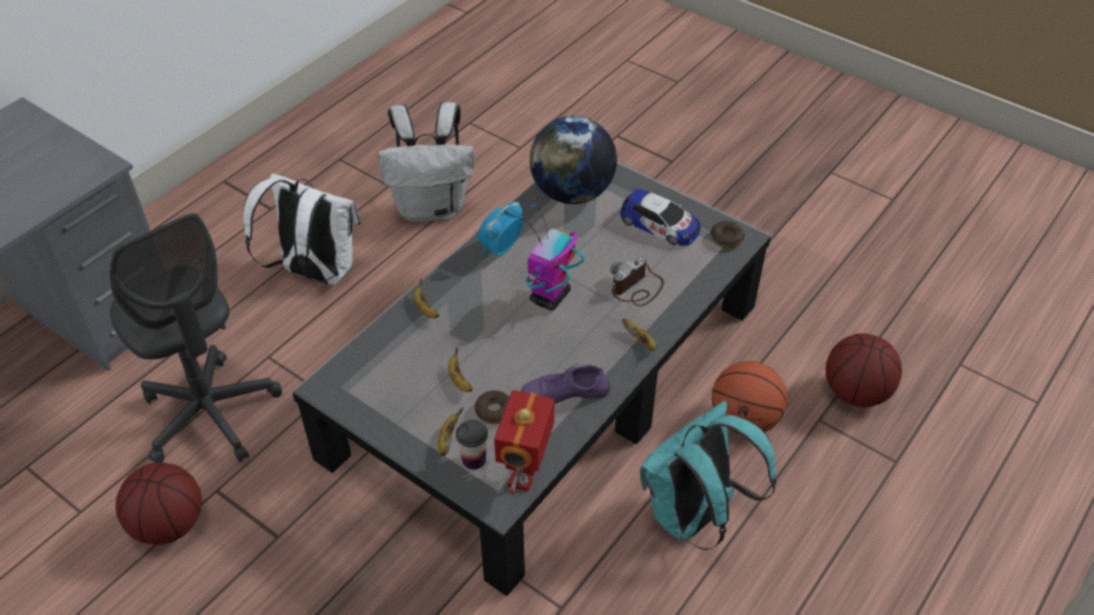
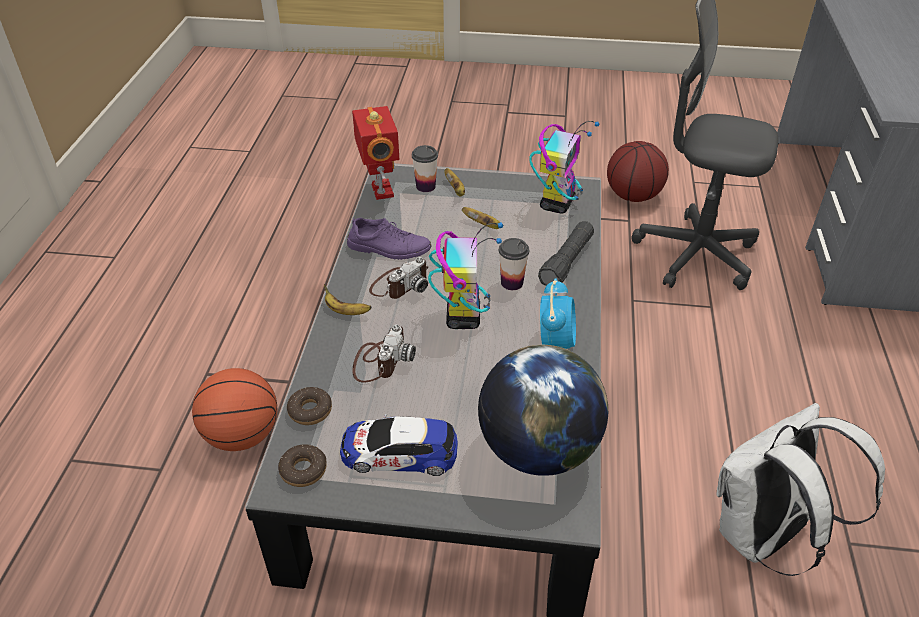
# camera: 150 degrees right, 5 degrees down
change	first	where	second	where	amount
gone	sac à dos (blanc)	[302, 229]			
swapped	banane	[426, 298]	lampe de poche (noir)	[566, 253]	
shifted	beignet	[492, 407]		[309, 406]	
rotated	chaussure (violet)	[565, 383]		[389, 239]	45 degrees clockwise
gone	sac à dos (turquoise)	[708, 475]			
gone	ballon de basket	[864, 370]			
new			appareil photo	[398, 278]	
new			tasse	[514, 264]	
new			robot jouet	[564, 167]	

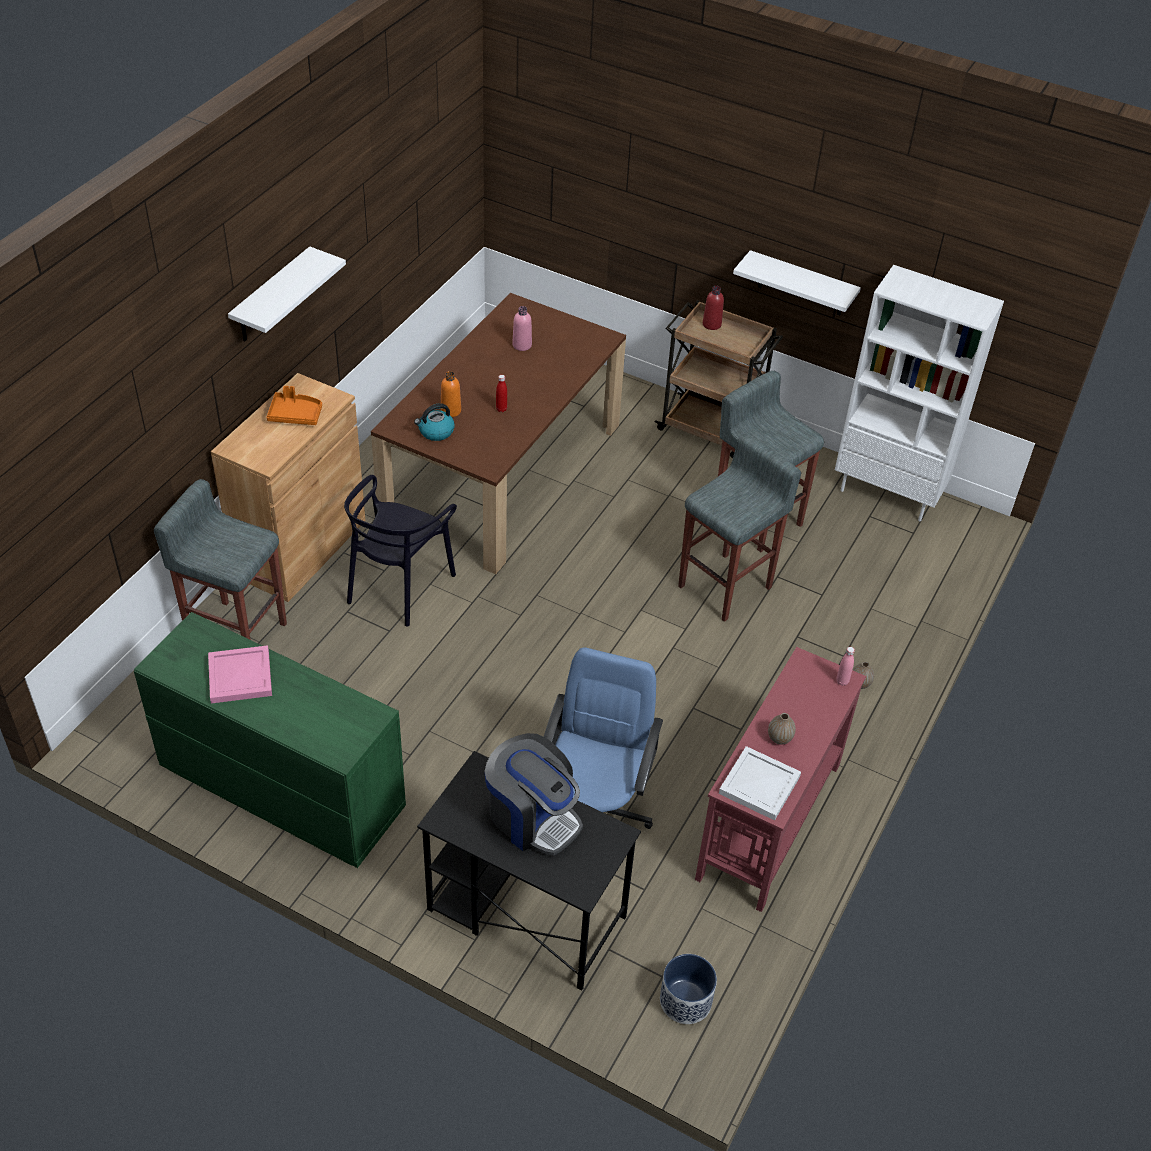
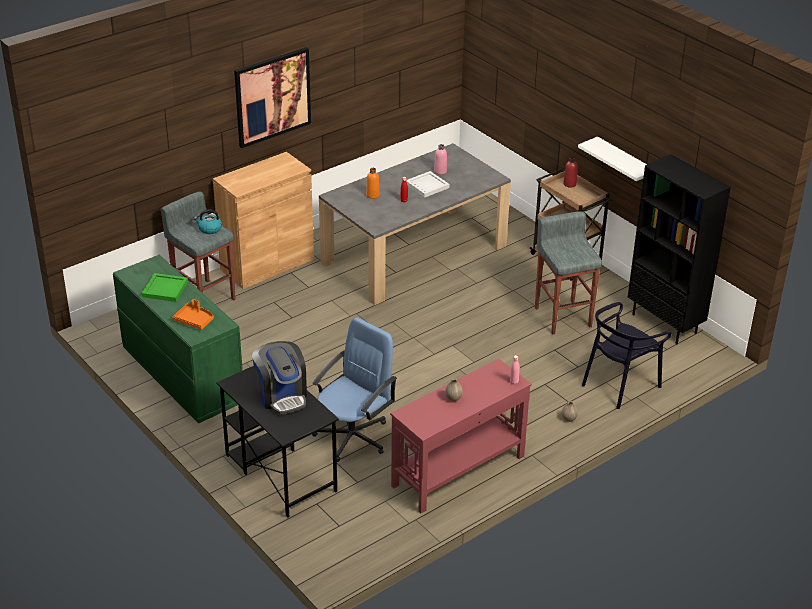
# camera: 25 degrees right, 10 degrees down
change	first	where	second	where	amount
repainted	plateau (rose)	[240, 674]	plateau (vert)	[165, 287]	
swapped	étagère (blanc)	[287, 293]	tableau	[272, 97]	
shifted	plateau (orange)	[294, 405]		[193, 314]	
shifted	chaise (noir)	[400, 550]		[627, 355]	
repainted	table à manger (marron)	[498, 433]	table à manger (gris)	[415, 224]	
shifted	bouilloire	[434, 422]		[208, 221]	
gone	cache-pot	[688, 989]			
gone	tabouret (gris)	[739, 528]			
shifted	plateau (blanc)	[760, 783]		[427, 184]	
repainted	bibliothèque (blanc)	[919, 393]	bibliothèque (noir)	[679, 249]	

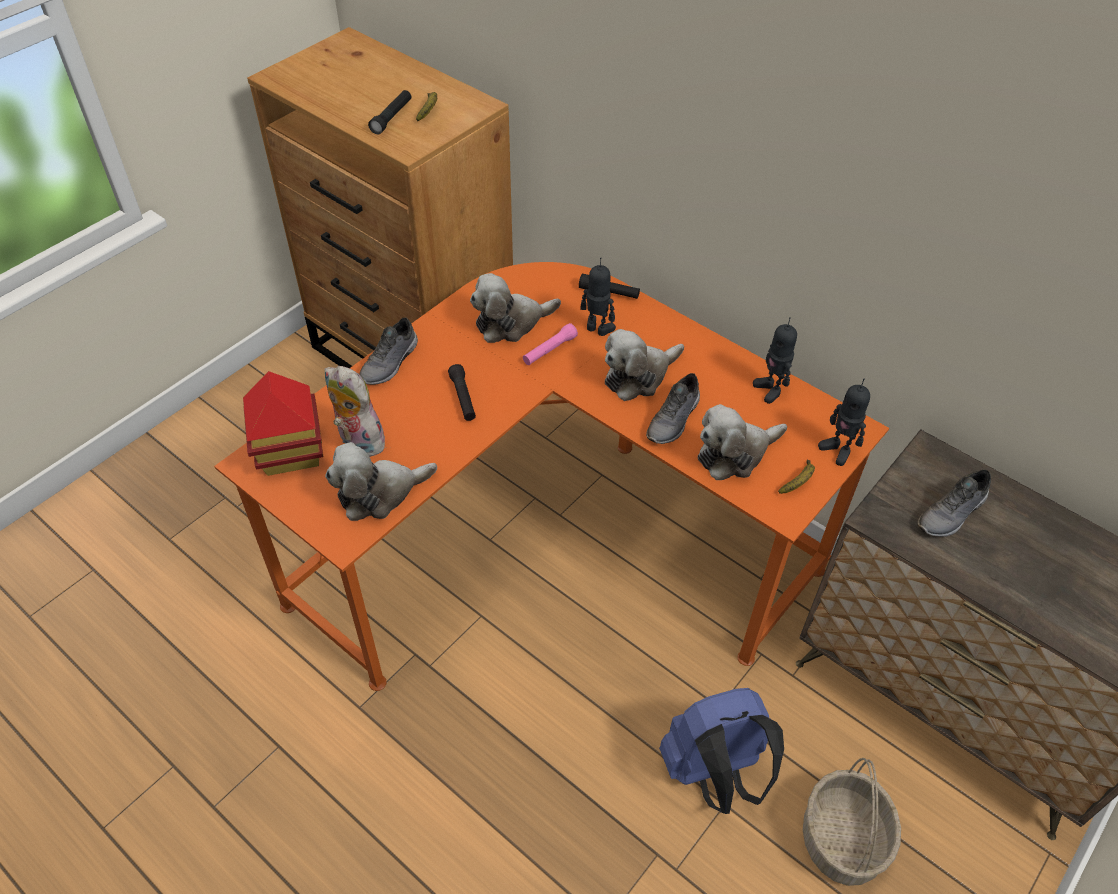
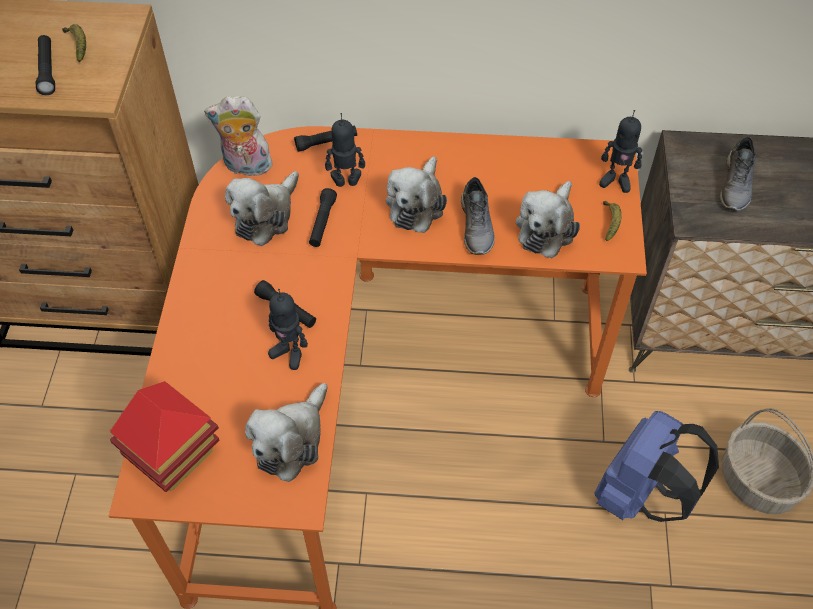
# camera: 35 degrees left, 5 degrees up
change	first	where	second	where	amount
shifted	peluche	[356, 411]		[239, 136]	
gone	chaussure (gris)	[388, 351]			
repainted	lampe de poche (rose)	[550, 344]	lampe de poche (noir)	[323, 217]	
shifted	robot jouet	[775, 360]		[288, 329]	

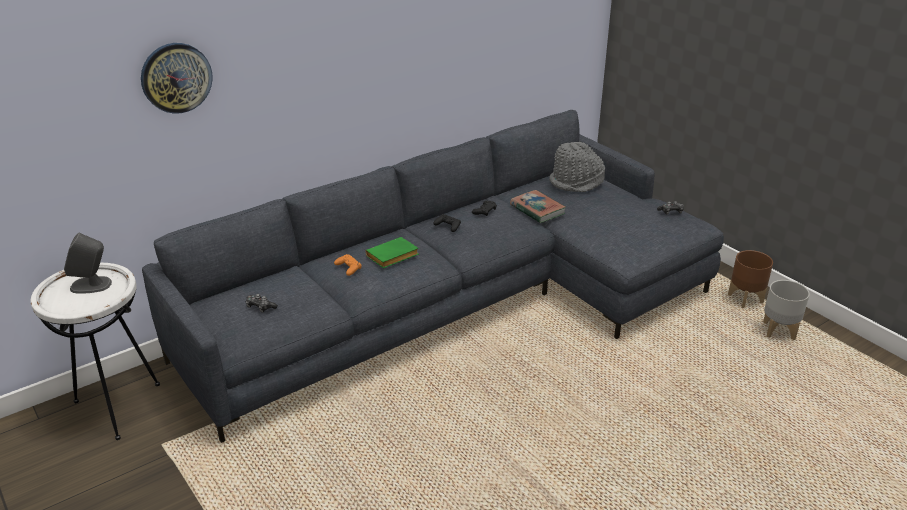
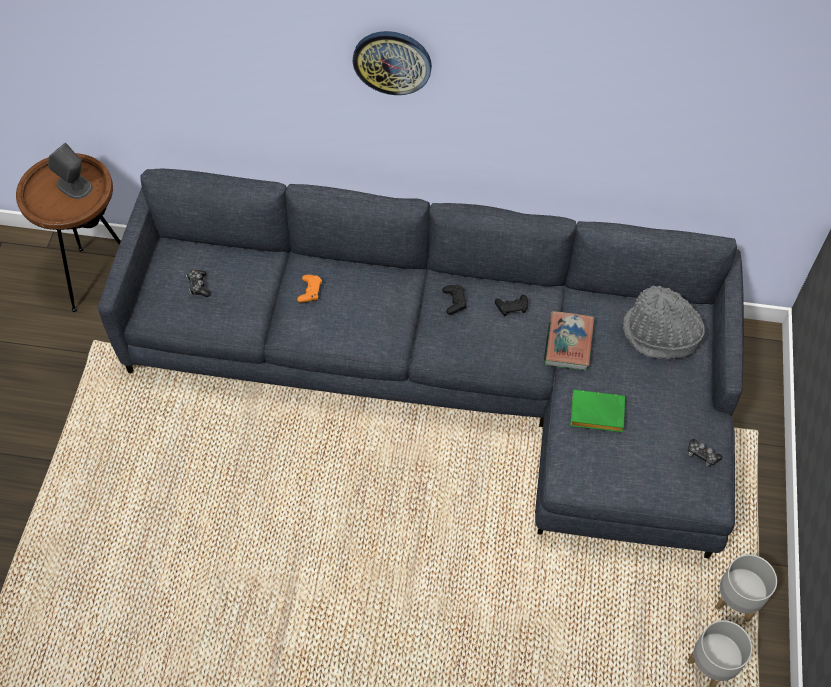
# camera: 45 degrees right, 25 degrees up
change	first	where	second	where	amount
repainted	table d'appoint (blanc)	[95, 351]	table d'appoint (marron)	[68, 232]	
shifted	horloge murale	[177, 78]		[392, 63]	
shifted	livre (vert)	[392, 252]		[597, 411]	
repainted	cache-pot (marron)	[750, 279]	cache-pot (gris)	[746, 588]	

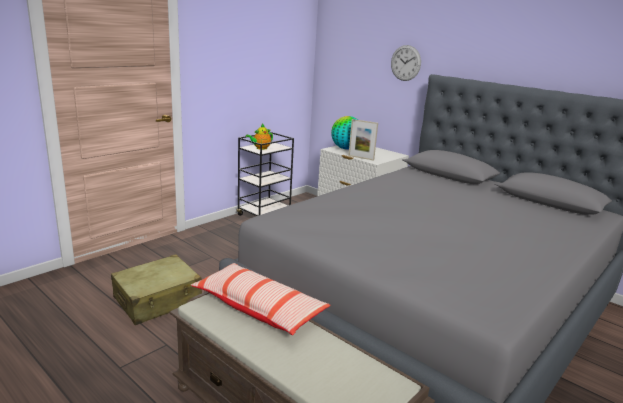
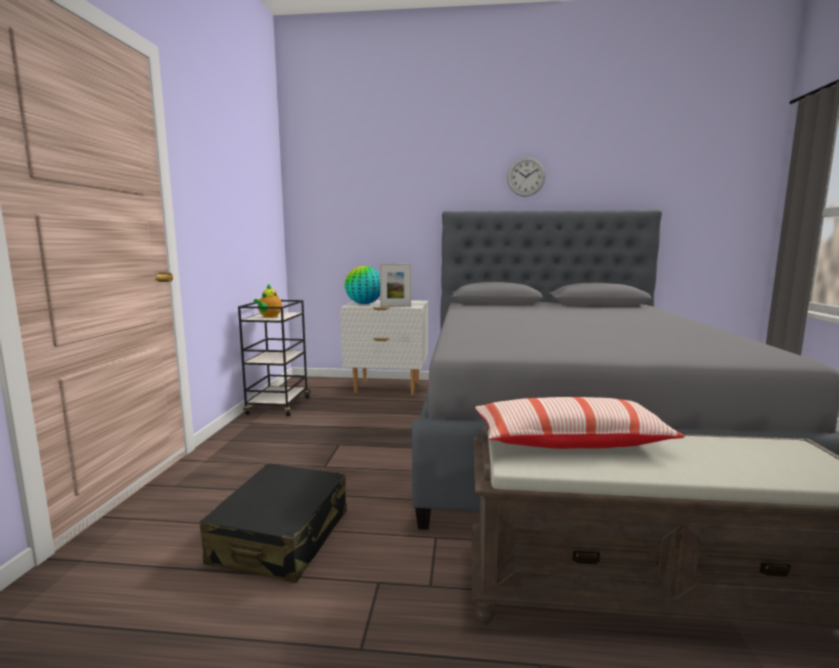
# camera: 35 degrees left, 10 degrees down
change	first	where	second	where	amount
repainted	valise (beige)	[156, 289]	valise (noir)	[273, 523]	
shifted	horloge murale	[406, 63]		[526, 177]	

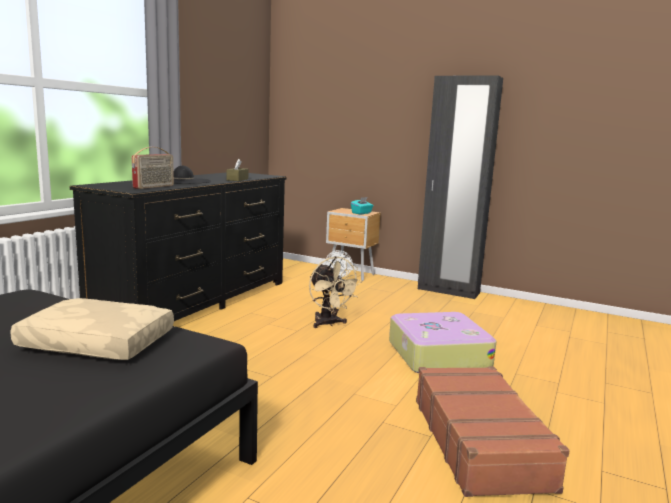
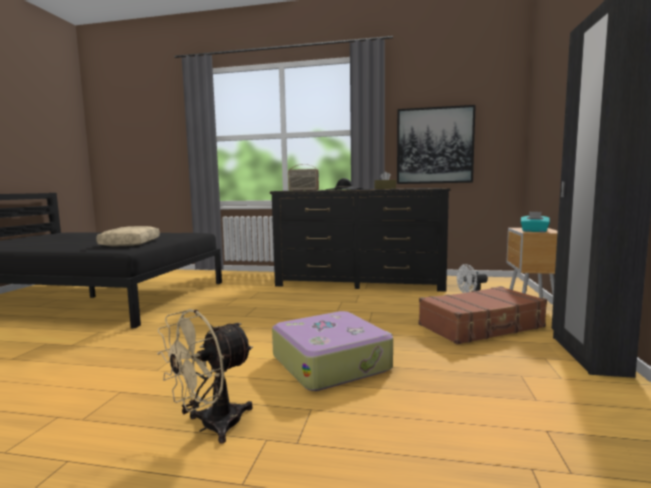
# camera: 75 degrees right, 5 degrees down
change	first	where	second	where	amount
shifted	ventilateur (beige)	[335, 292]		[205, 376]	
shifted	valise (marron)	[493, 432]		[483, 315]	
new			tableau	[436, 144]	

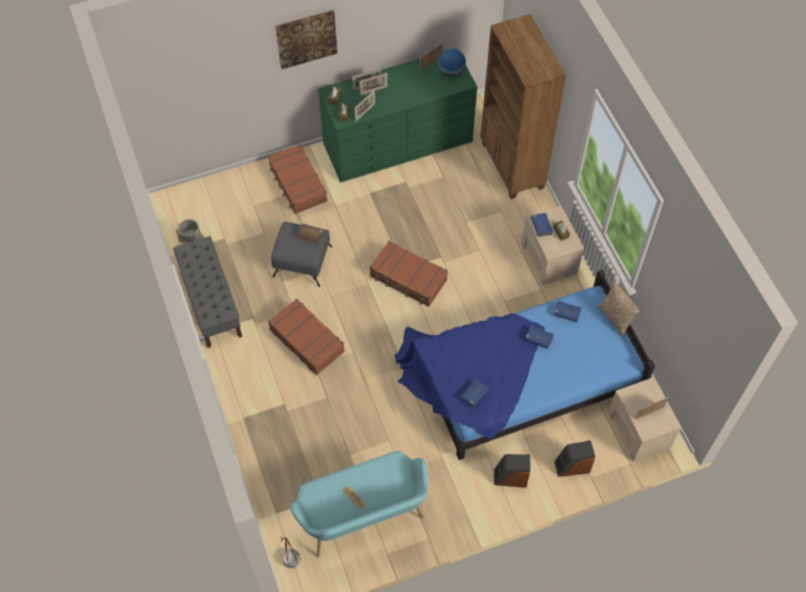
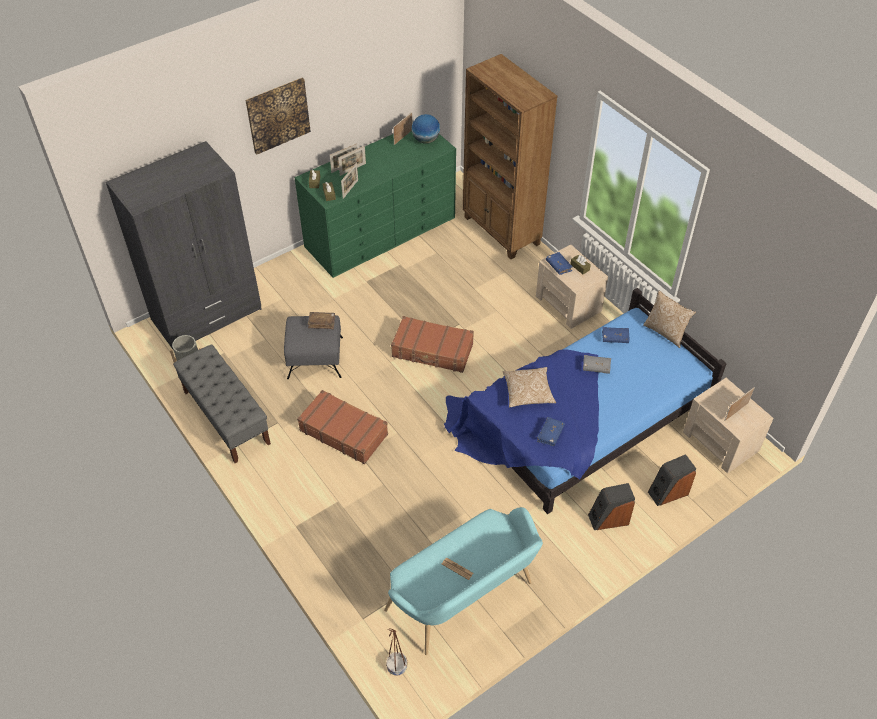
# camera: 15 degrees left, 10 degrees down
change	first	where	second	where	amount
gone	valise (marron)	[297, 179]			
repainted	livre (bleu)	[539, 337]	livre (gris)	[597, 364]	
new			armoire (gris)	[184, 246]	
new			coussin	[529, 387]	

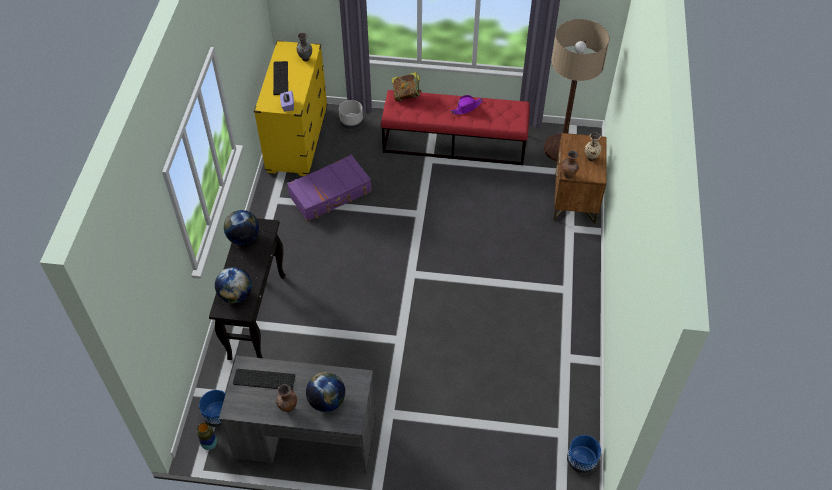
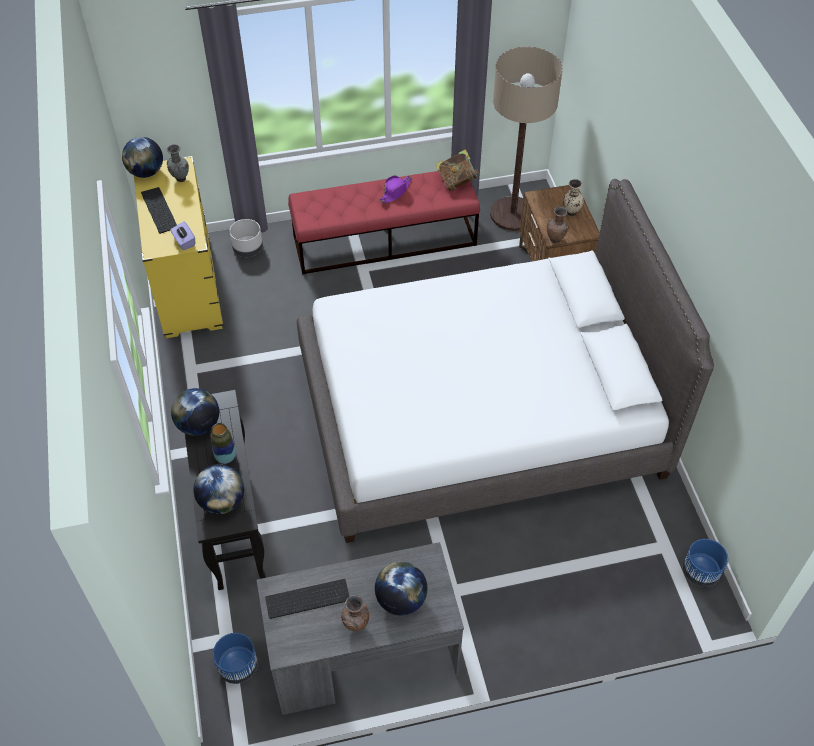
# camera: 20 degrees left, 0 degrees up
change	first	where	second	where	amount
shifted	vase	[207, 436]		[223, 443]	
gone	valise (violet)	[329, 188]			
shifted	livre	[407, 86]		[457, 170]	
new			globe	[142, 157]	
new			lit (blanc)	[505, 361]	

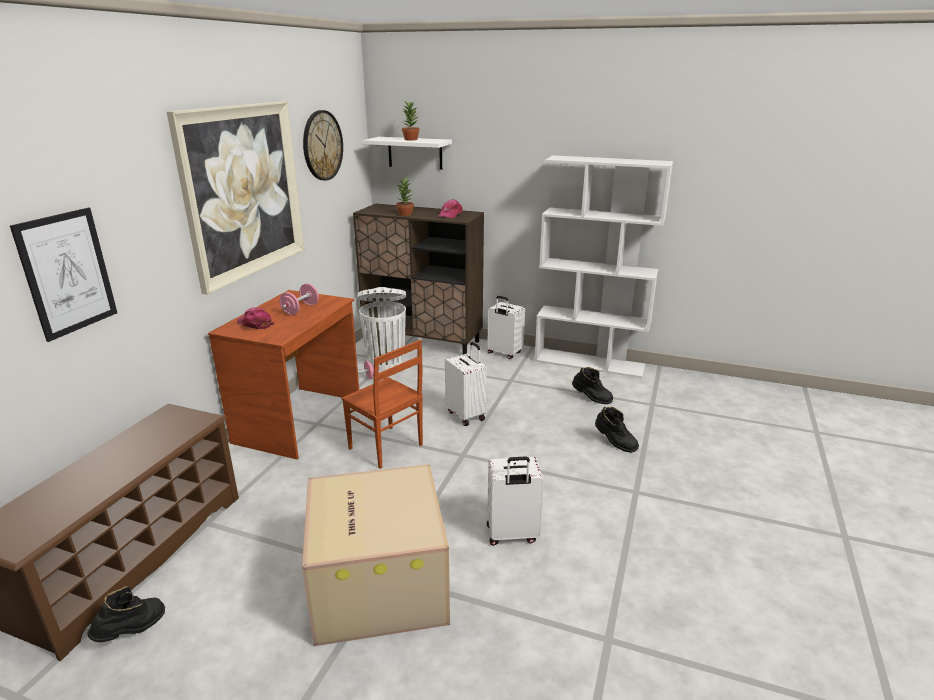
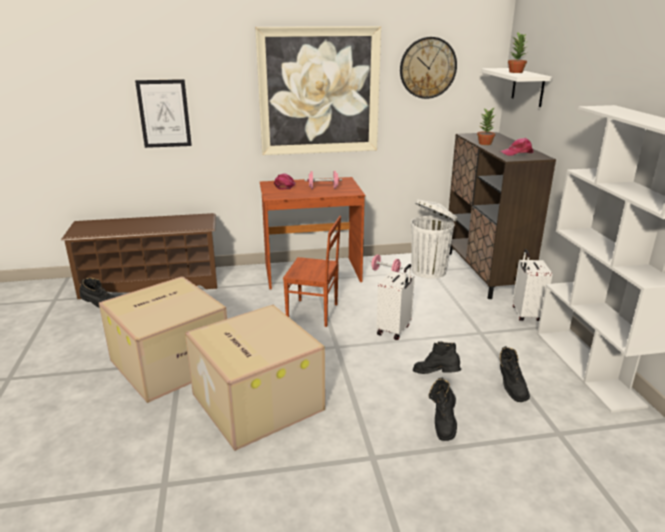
# camera: 60 degrees right, 0 degrees up
change	first	where	second	where	amount
rotated	chaise (marron)	[382, 404]		[312, 271]	90 degrees counterclockwise
swapped	valise (blanc)	[515, 501]	carton	[255, 378]	
new			botte (noir)	[437, 357]	

